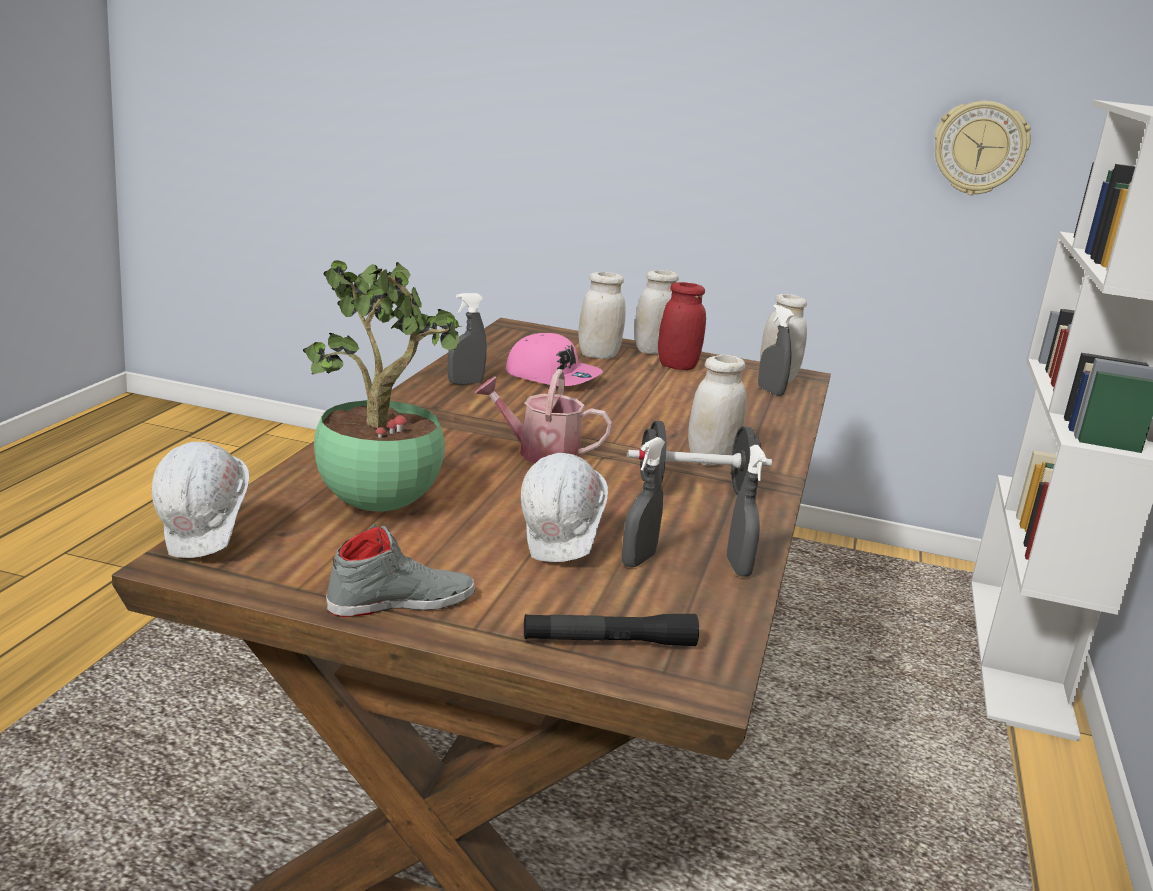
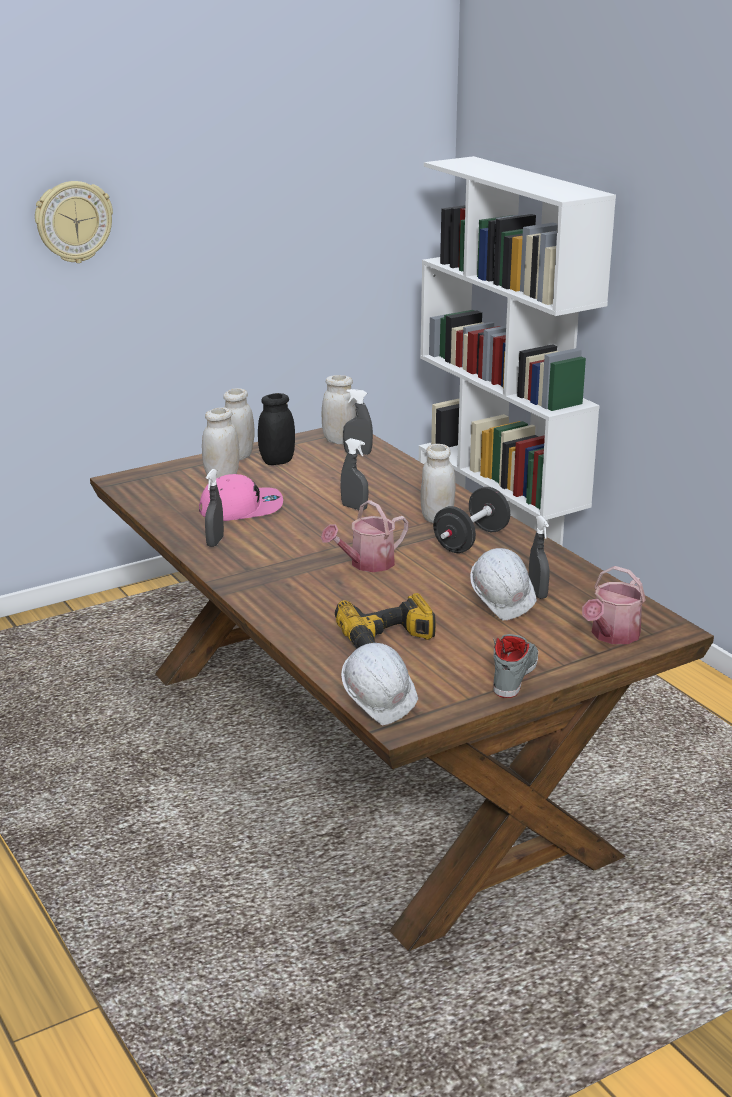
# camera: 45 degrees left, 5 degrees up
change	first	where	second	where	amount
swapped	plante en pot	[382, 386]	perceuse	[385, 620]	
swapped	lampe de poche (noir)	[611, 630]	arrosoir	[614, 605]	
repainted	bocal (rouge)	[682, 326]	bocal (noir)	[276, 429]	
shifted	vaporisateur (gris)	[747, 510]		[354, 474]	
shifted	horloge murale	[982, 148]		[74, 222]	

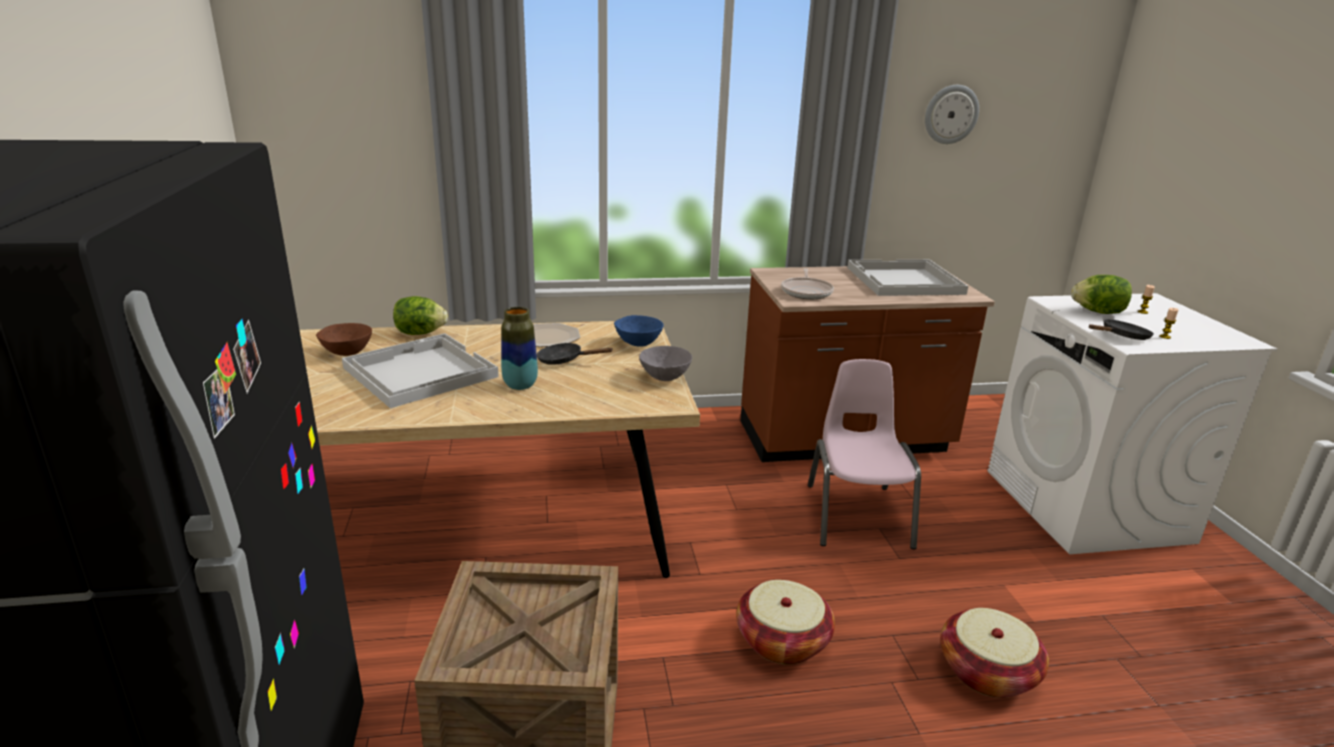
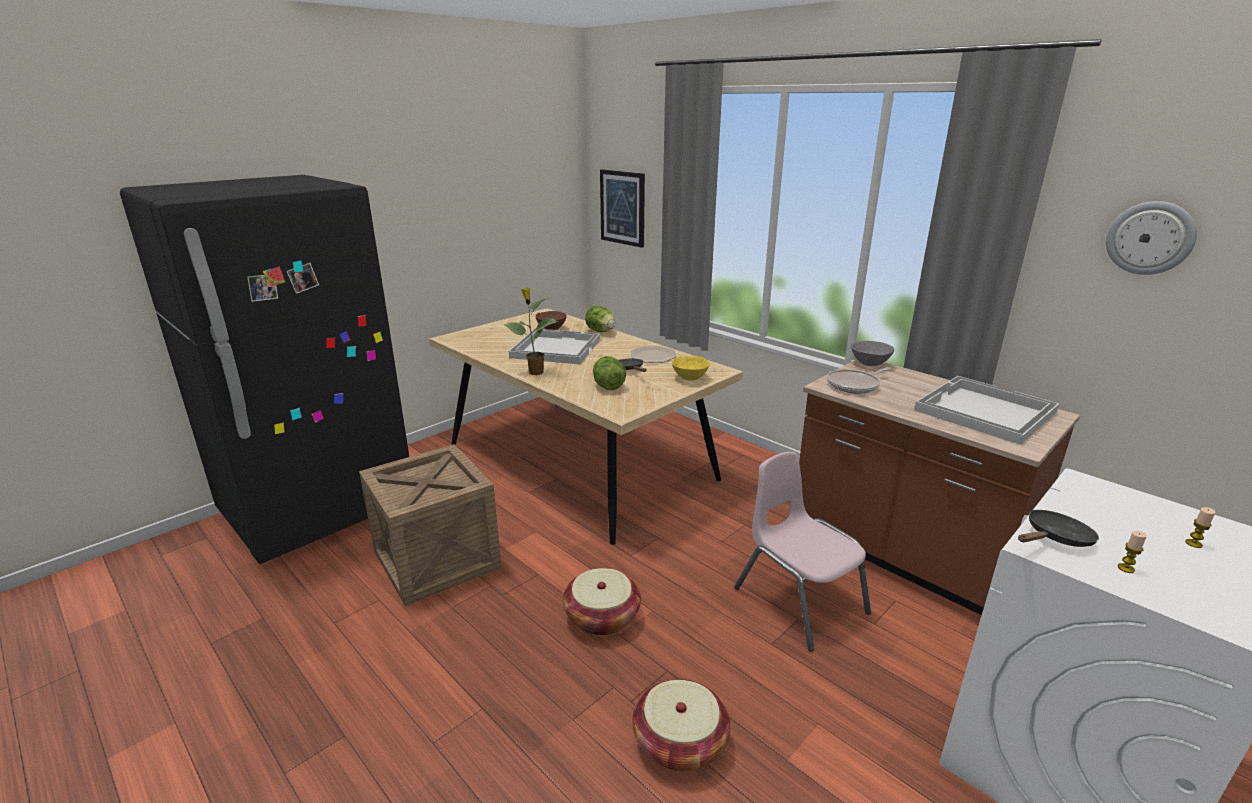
# camera: 55 degrees right, 0 degrees up
change	first	where	second	where	amount
gone	vase	[519, 348]			
repainted	bol (bleu)	[639, 331]	bol (jaune)	[691, 368]	
shifted	bol (gris)	[665, 363]		[872, 353]	
rotated	chaise (rose)	[864, 454]		[802, 552]	90 degrees counterclockwise
shifted	laitue	[1101, 294]		[609, 373]	
rotated	poêle (noir)	[1121, 329]		[1058, 528]	60 degrees counterclockwise
new			plante en pot	[531, 331]	
new			tableau	[622, 208]	

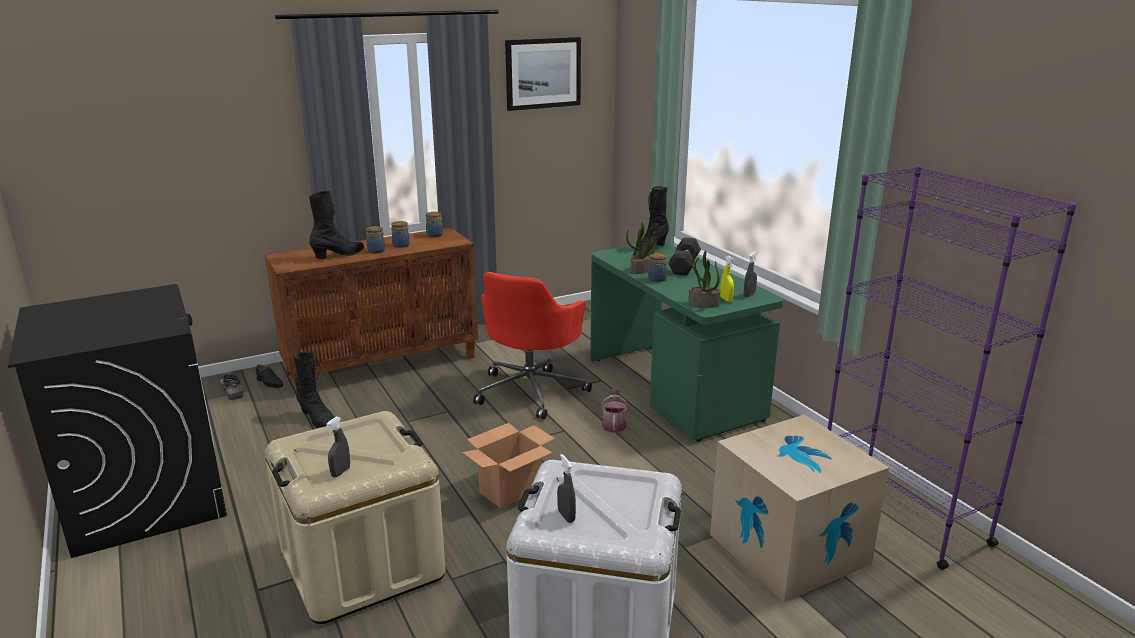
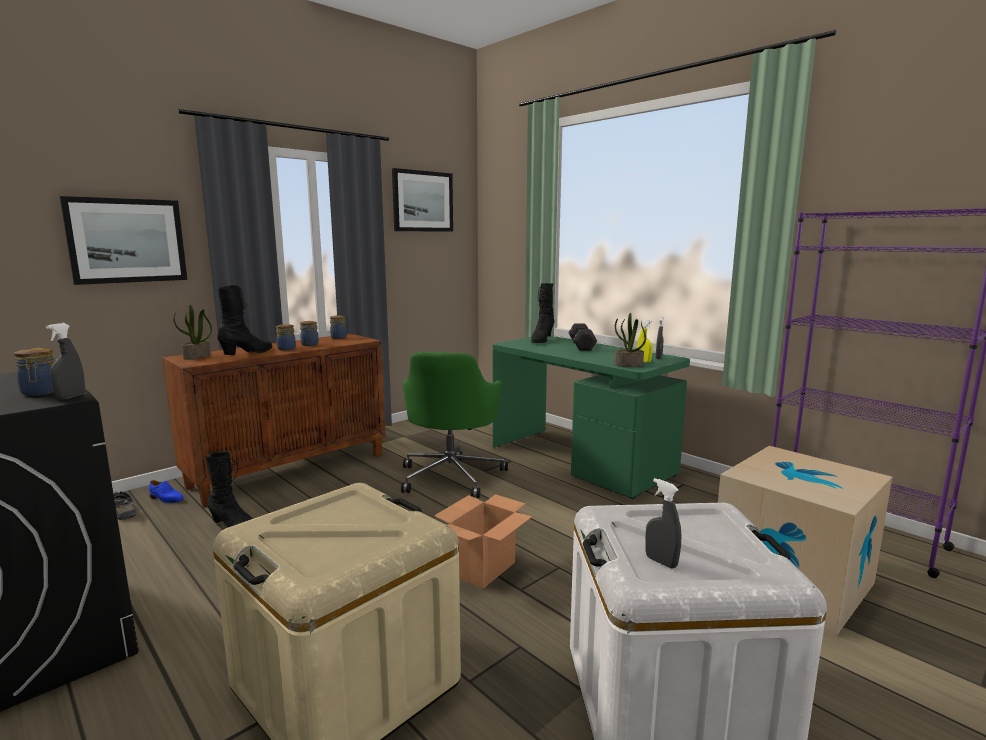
# camera: 15 degrees left, 10 degrees down
change	first	where	second	where	amount
repainted	chaussure (noir)	[269, 376]	chaussure (bleu)	[166, 491]	
shifted	vaporisateur (gris)	[338, 446]		[65, 361]	
repainted	chaise de bureau (rouge)	[532, 345]	chaise de bureau (vert)	[454, 425]	
gone	arrosoir	[614, 411]			
shifted	plante en pot	[641, 248]		[192, 332]	
shifted	bocal	[657, 267]		[34, 372]	
new			tableau	[123, 240]	

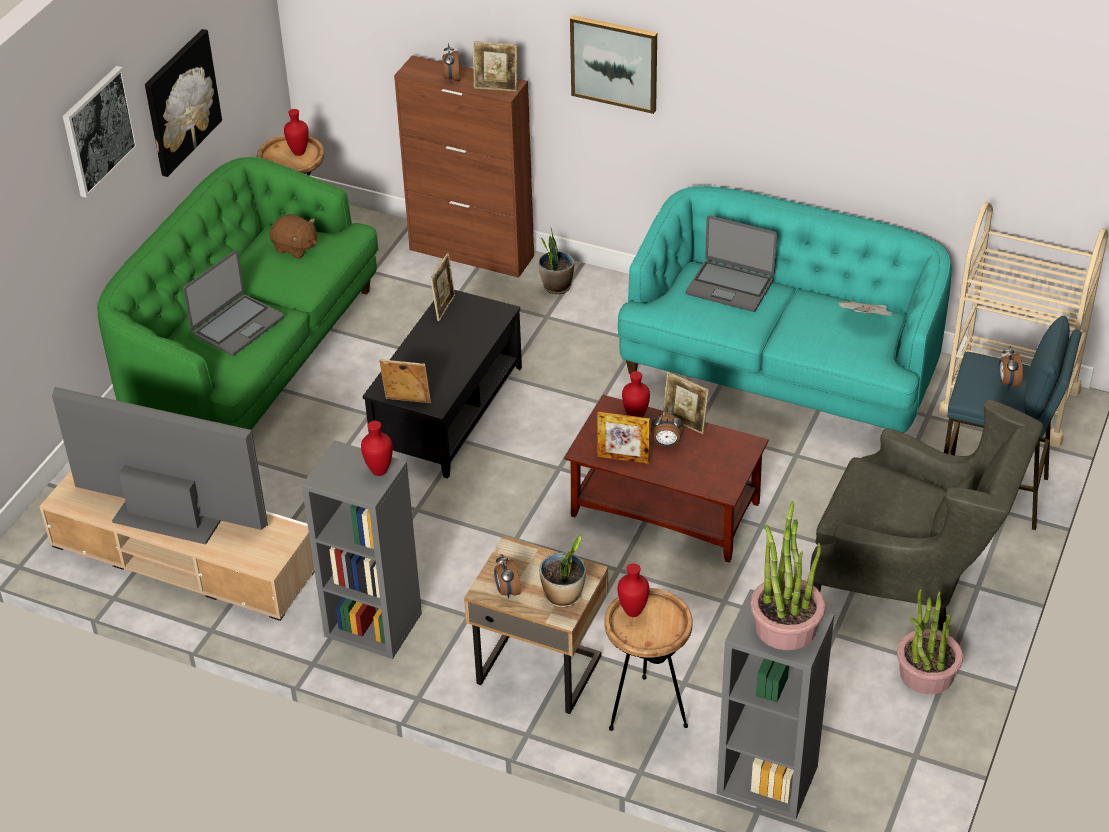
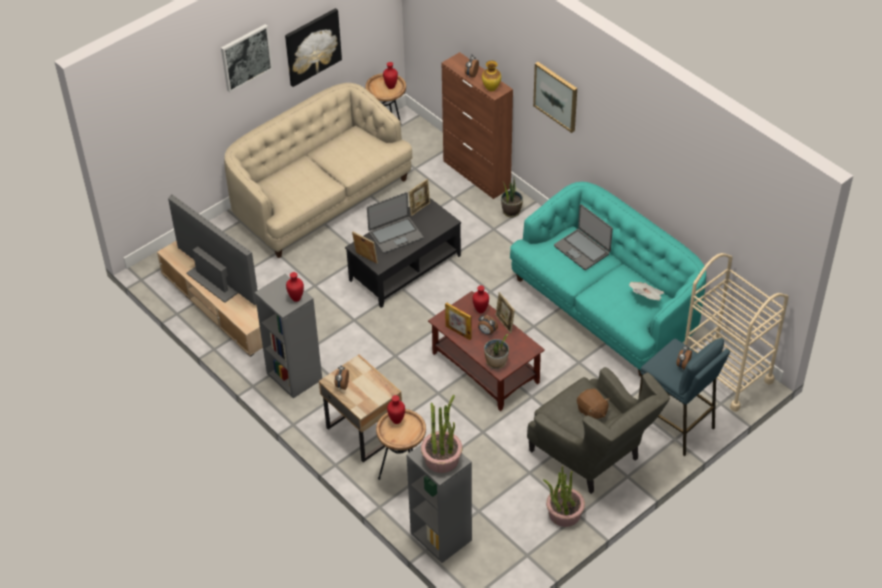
# camera: 25 degrees right, 5 degrees up
change	first	where	second	where	amount
repainted	canapé (vert)	[238, 293]	canapé (beige)	[318, 170]	
shifted	ordinateur portable	[233, 303]		[395, 223]	
shifted	peluche (marron)	[293, 236]		[593, 403]	
swapped	cadre photo	[495, 66]	vase	[491, 76]	
shifted	plante en pot	[562, 571]		[496, 351]	

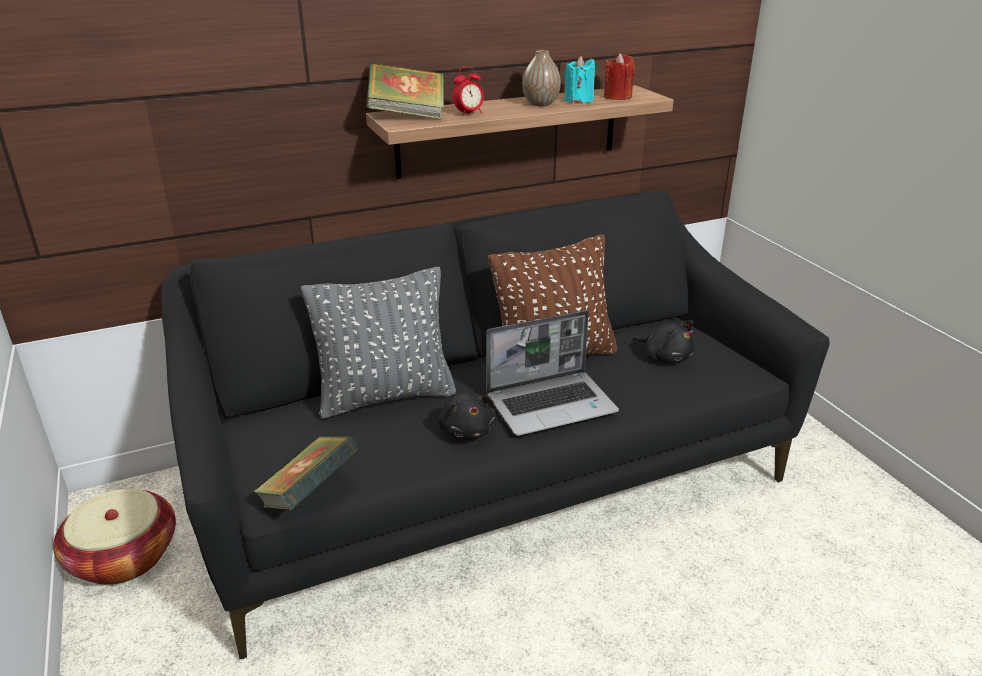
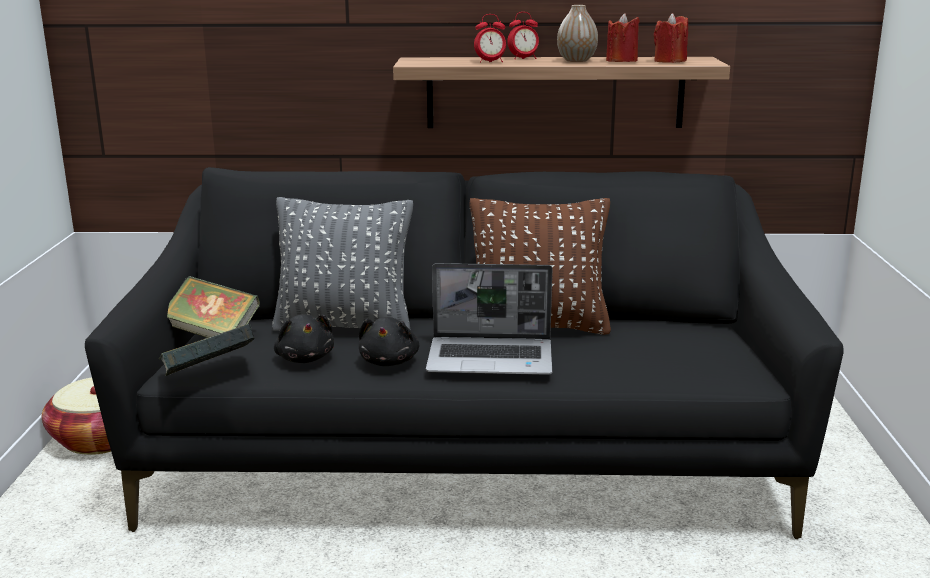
# camera: 25 degrees right, 10 degrees down
change	first	where	second	where	amount
shifted	livre	[405, 91]		[213, 307]	
repainted	bougie (turquoise)	[579, 79]	bougie (rouge)	[623, 37]	
shifted	peluche (noir)	[663, 342]		[304, 338]	
new			réveil	[523, 35]	

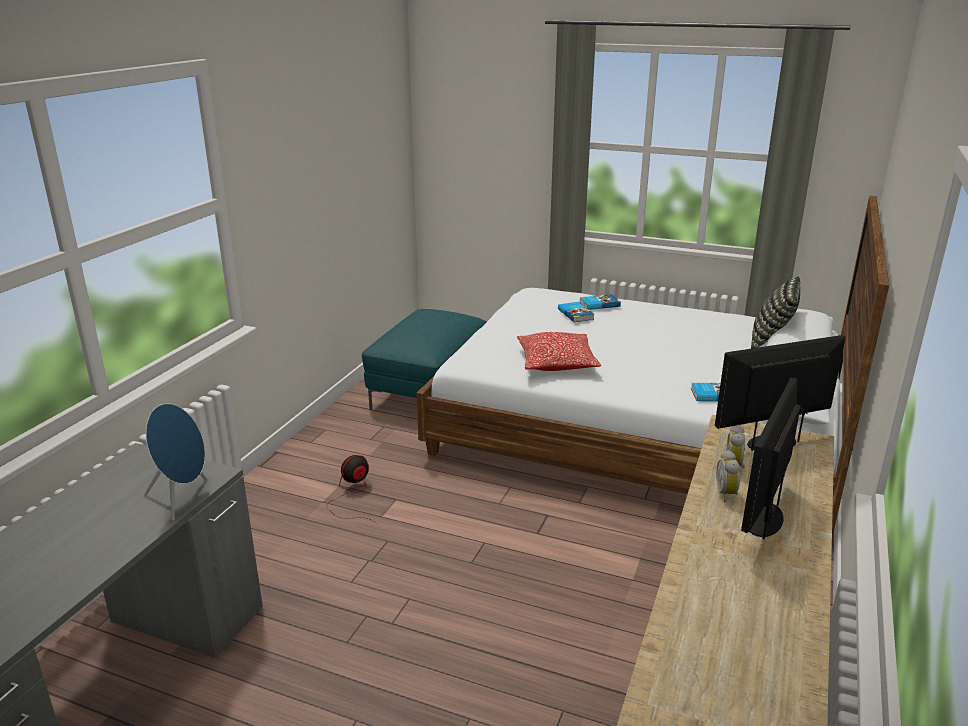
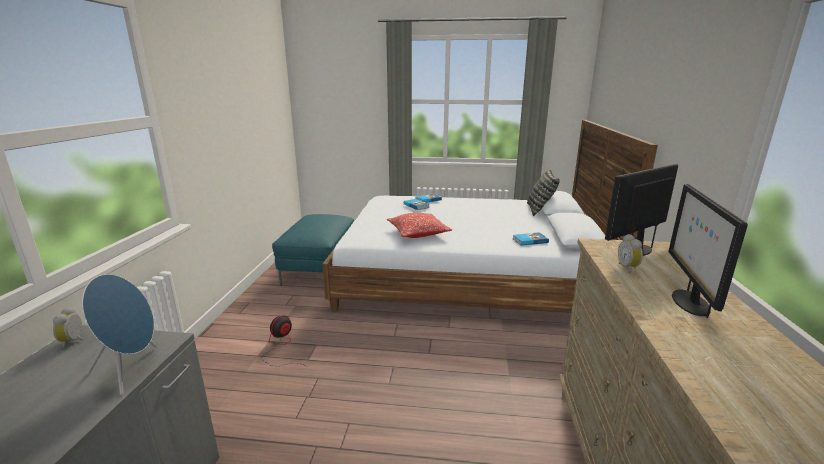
# camera: 15 degrees left, 5 degrees down
change	first	where	second	where	amount
shifted	réveil	[728, 476]		[68, 327]	

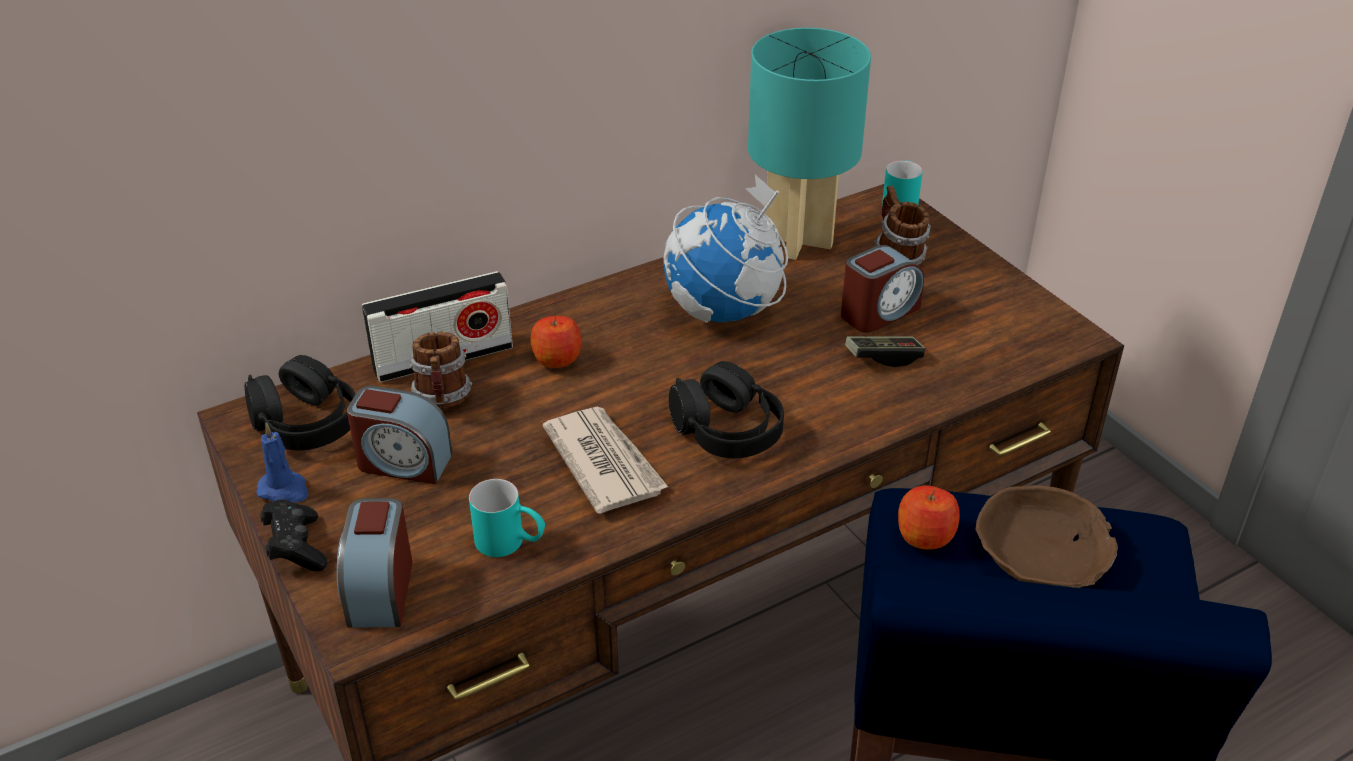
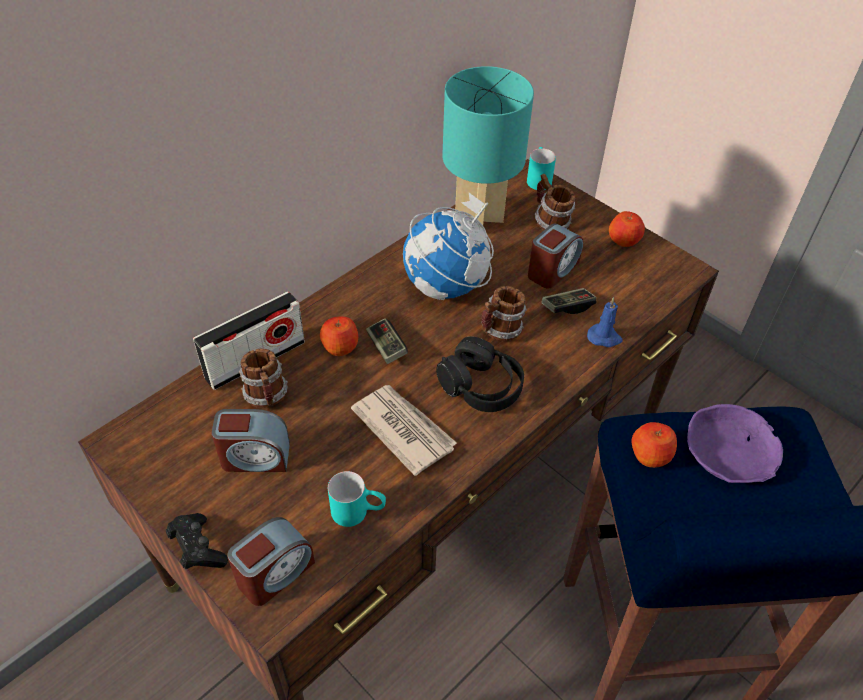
# camera: 15 degrees left, 10 degrees up
change	first	where	second	where	amount
gone	casque audio (noir)	[300, 403]			
shifted	bougie (bleu)	[282, 462]		[605, 322]	
rotated	réveil	[374, 563]		[271, 561]	120 degrees counterclockwise
repainted	bol (marron)	[1046, 536]	bol (violet)	[735, 443]	
new			manette	[387, 341]	
new			mug	[504, 313]	
new			pomme	[627, 229]	

